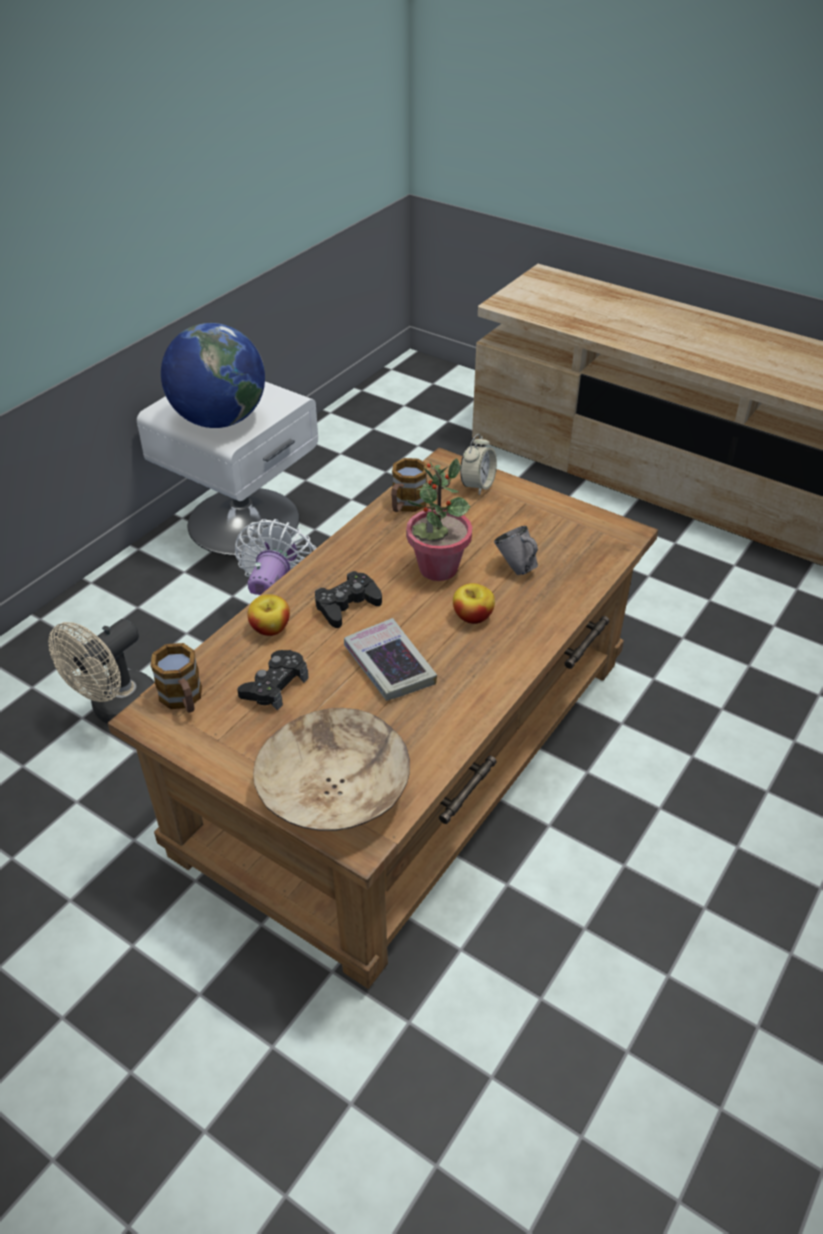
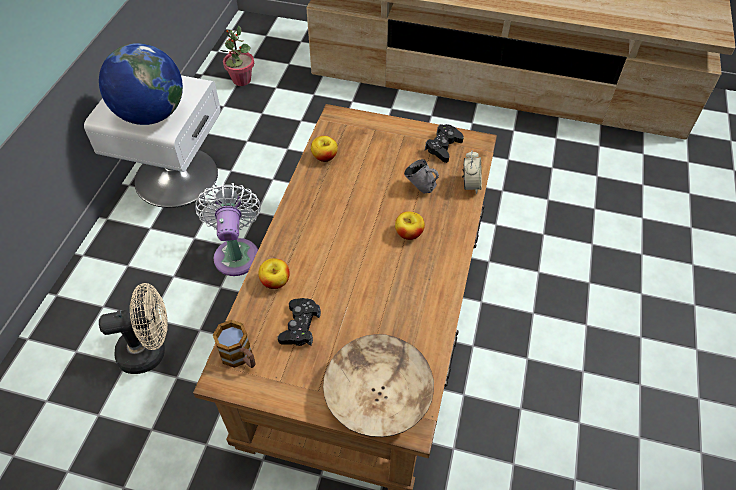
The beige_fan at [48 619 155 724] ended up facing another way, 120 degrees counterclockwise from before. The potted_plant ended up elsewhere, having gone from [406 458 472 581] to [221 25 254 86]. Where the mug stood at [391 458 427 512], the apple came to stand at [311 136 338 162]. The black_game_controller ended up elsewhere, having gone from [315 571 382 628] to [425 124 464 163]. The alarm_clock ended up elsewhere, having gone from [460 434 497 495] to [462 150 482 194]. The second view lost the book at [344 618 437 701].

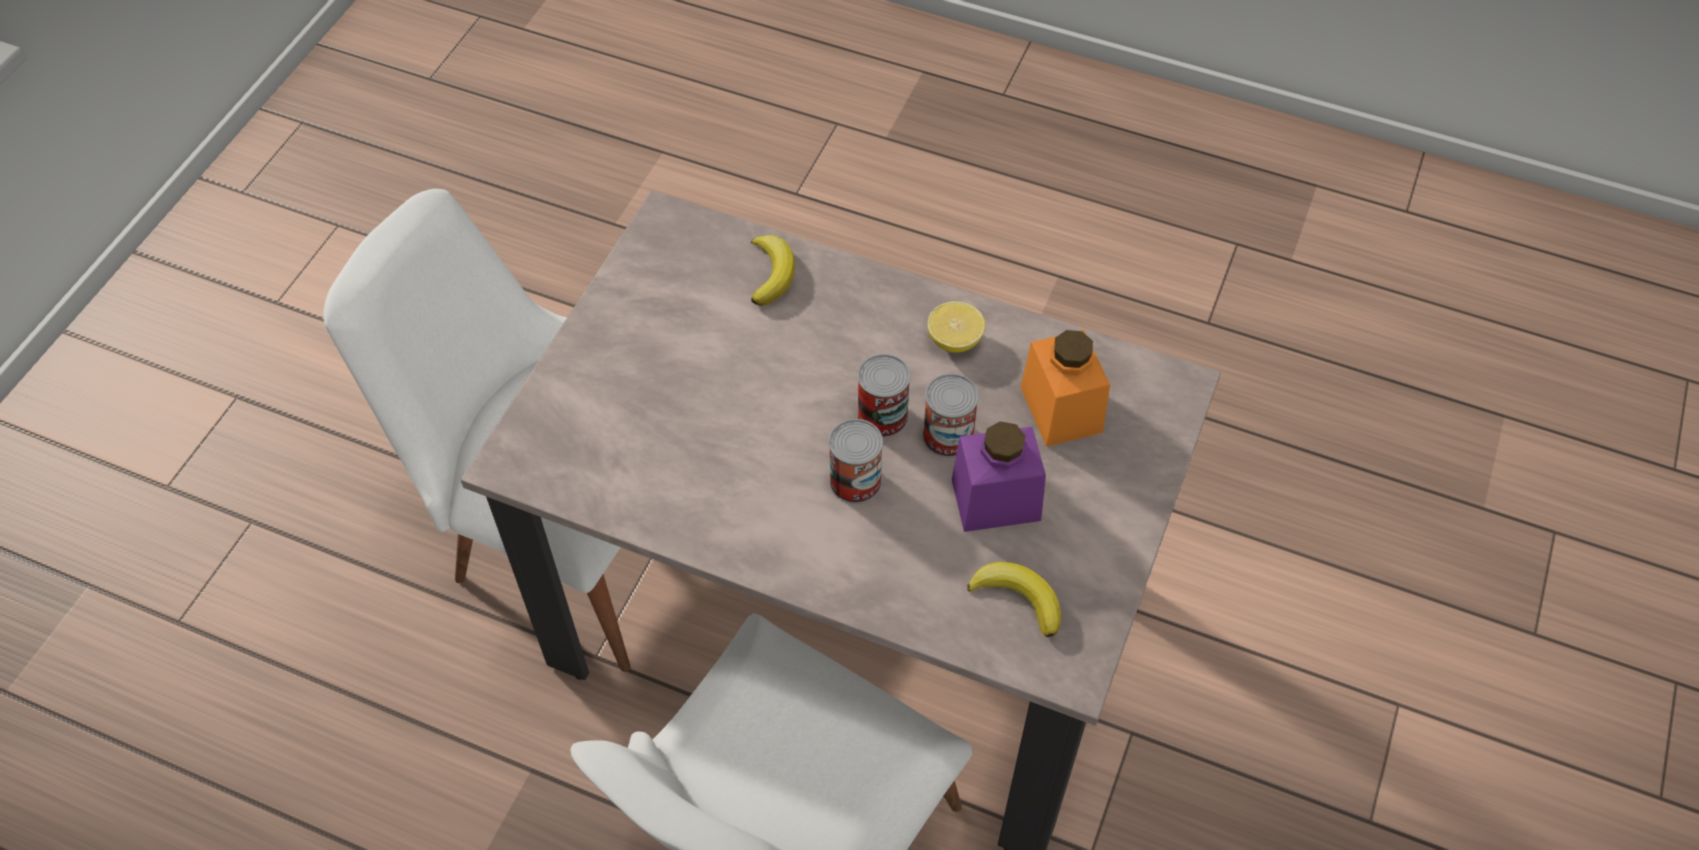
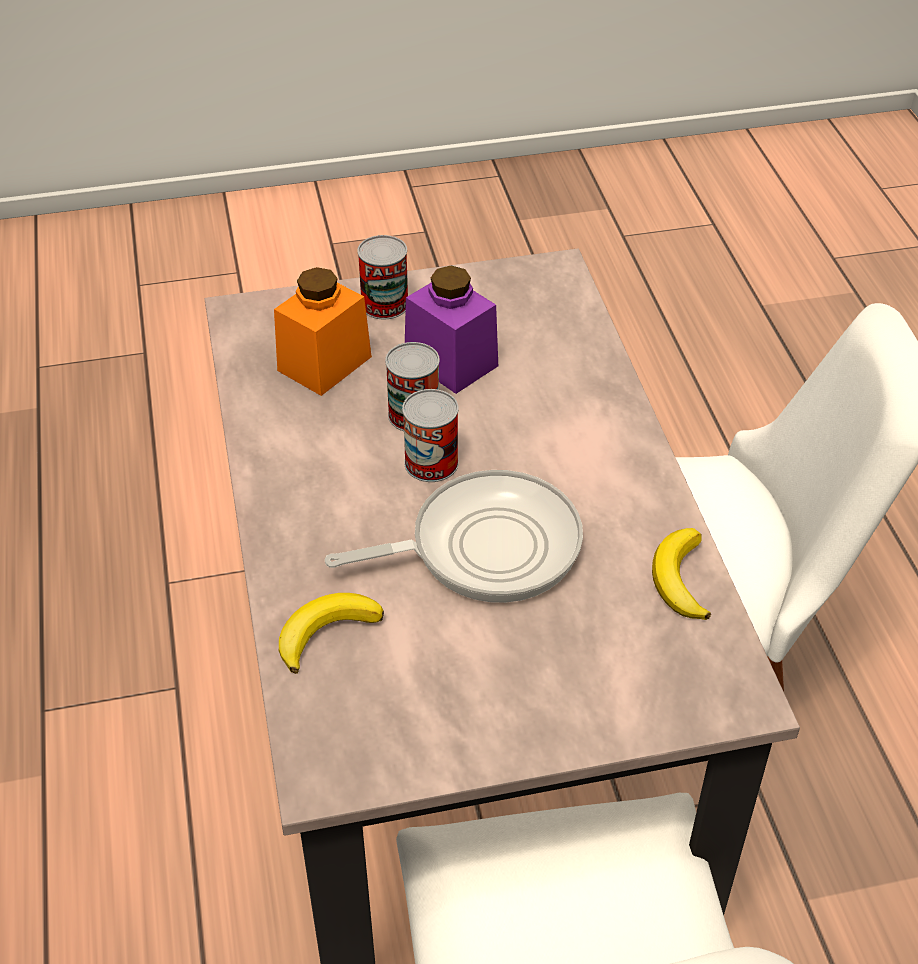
The second view gained the frying_pan at [325 470 583 603]. The can ended up elsewhere, having gone from [829 419 883 504] to [357 235 408 319]. The banana ended up elsewhere, having gone from [967 562 1061 637] to [652 528 711 620]. The second view lost the lemon at [927 301 985 353].

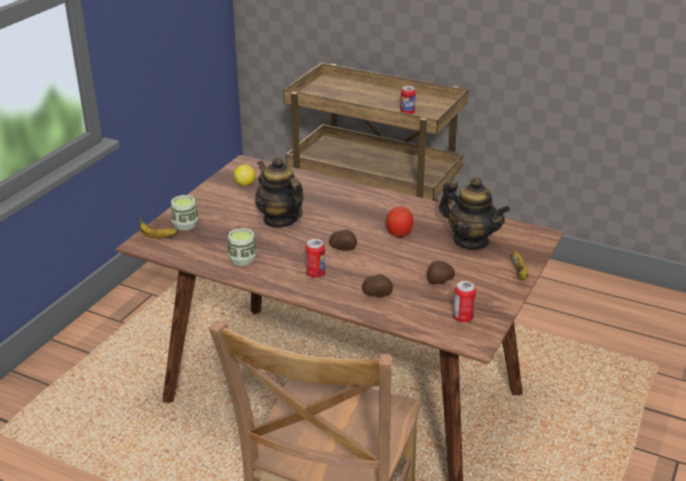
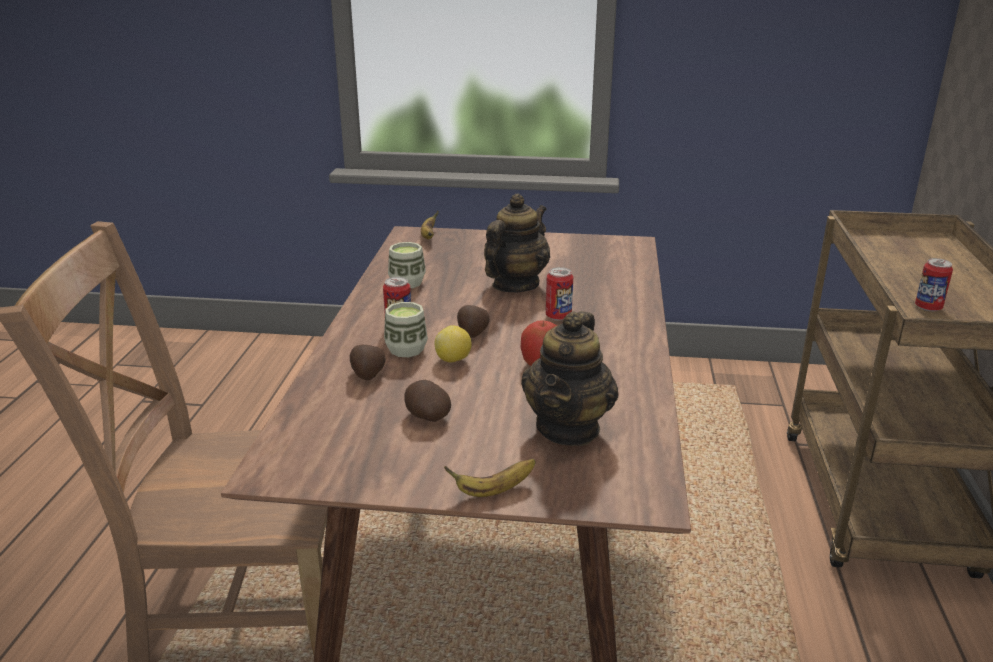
The cup ended up elsewhere, having gone from [171 195 199 231] to [384 302 428 357]. The lemon ended up elsewhere, having gone from [234 165 255 186] to [434 325 472 362]. The can ended up elsewhere, having gone from [453 281 476 322] to [546 267 573 321].

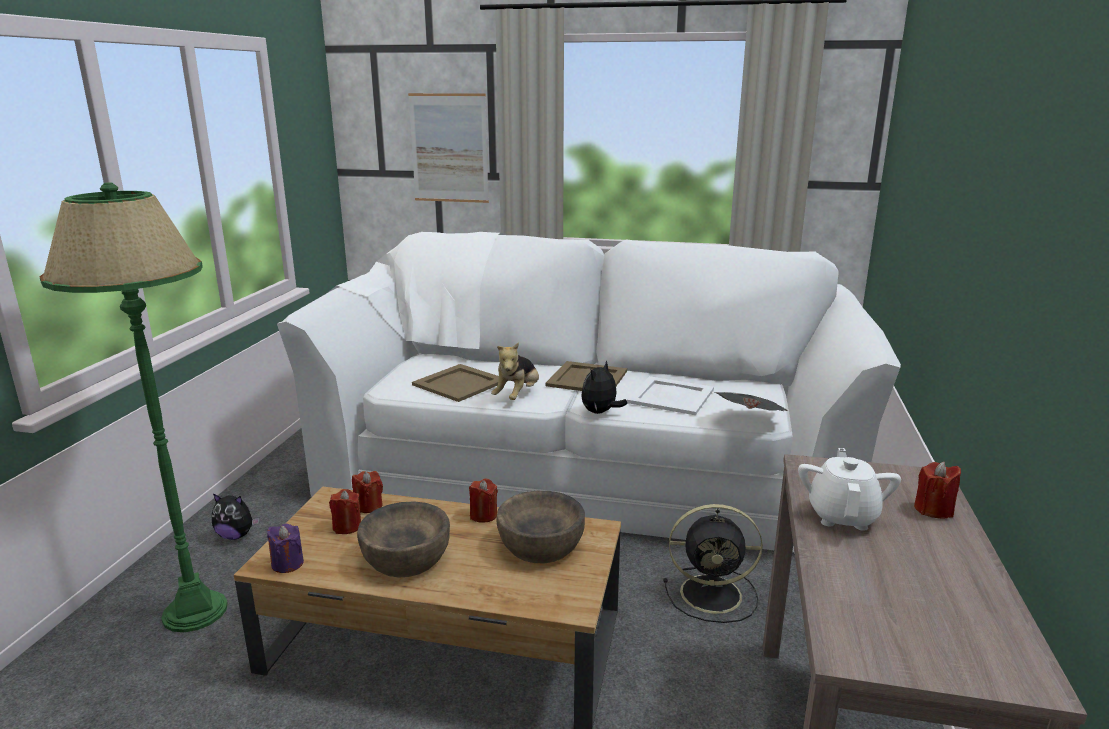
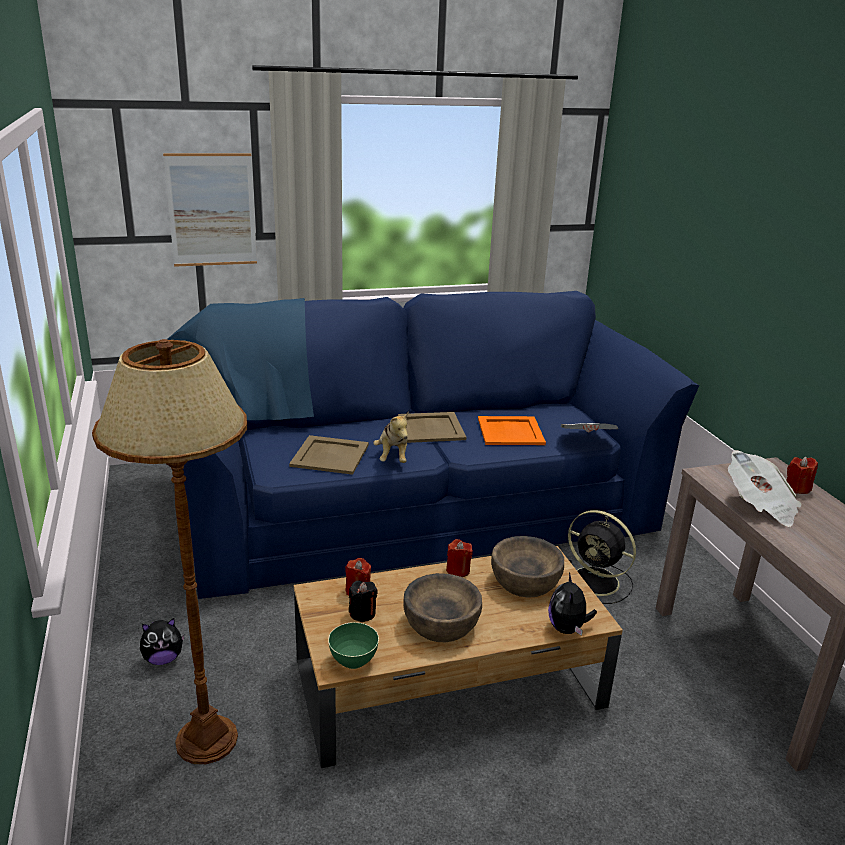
What was the green_floor_lamp at [40 183 228 632] turned into the brown_floor_lamp at [92 339 247 764]. What was the white_sofa at [277 232 901 553] turned into the blue_sofa at [167 291 699 599]. Where the purple_candle stood at [267 524 304 573], the green_bowl came to stand at [328 622 379 669]. What was the red_candle at [329 489 361 534] turned into the black_candle at [349 581 378 622]. What was the white_tray at [627 376 714 415] turned into the orange_tray at [478 416 546 445]. The plush_toy ended up elsewhere, having gone from [581 360 628 414] to [548 572 597 636]. The black_fan at [664 504 763 623] ended up facing another way, 60 degrees clockwise from before. Where the white_teapot stood at [798 448 901 531], the newspaper came to stand at [728 450 802 527].

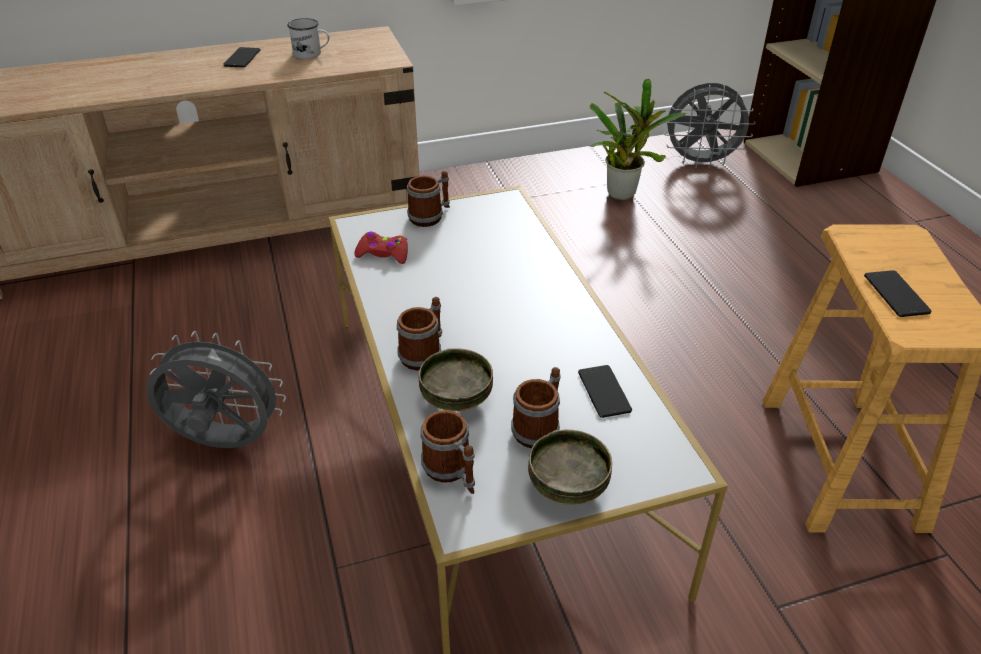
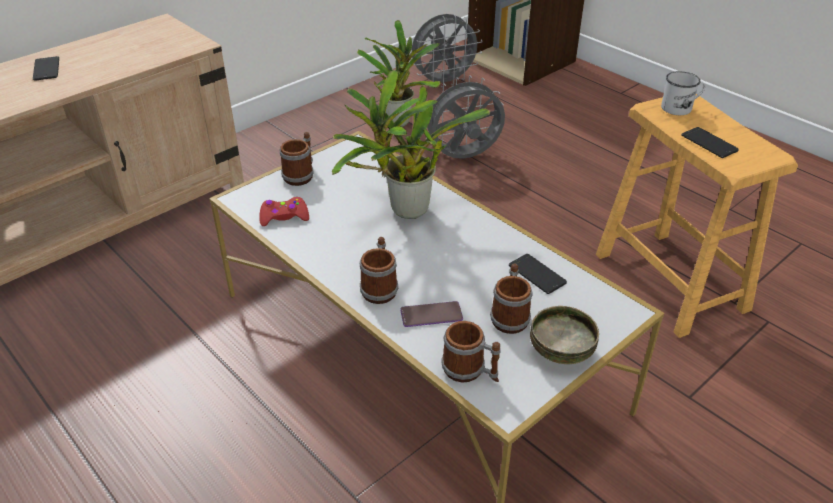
The second view gained the potted_plant at [332 70 490 219]. Where the bowl stood at [419 348 493 411], the phone came to stand at [400 301 463 327]. The grey_fan ended up elsewhere, having gone from [147 331 286 448] to [426 75 505 159]. The white_mug ended up elsewhere, having gone from [287 18 329 59] to [661 71 706 115].

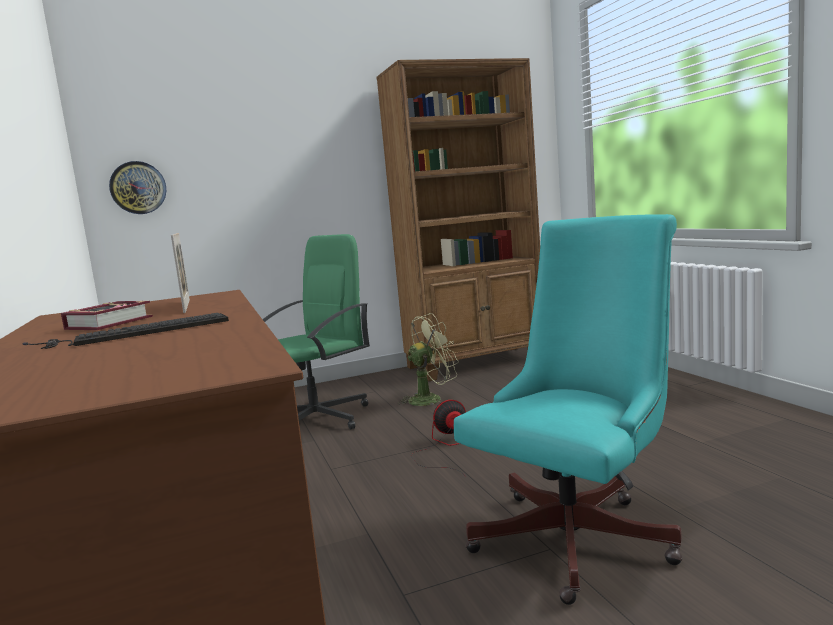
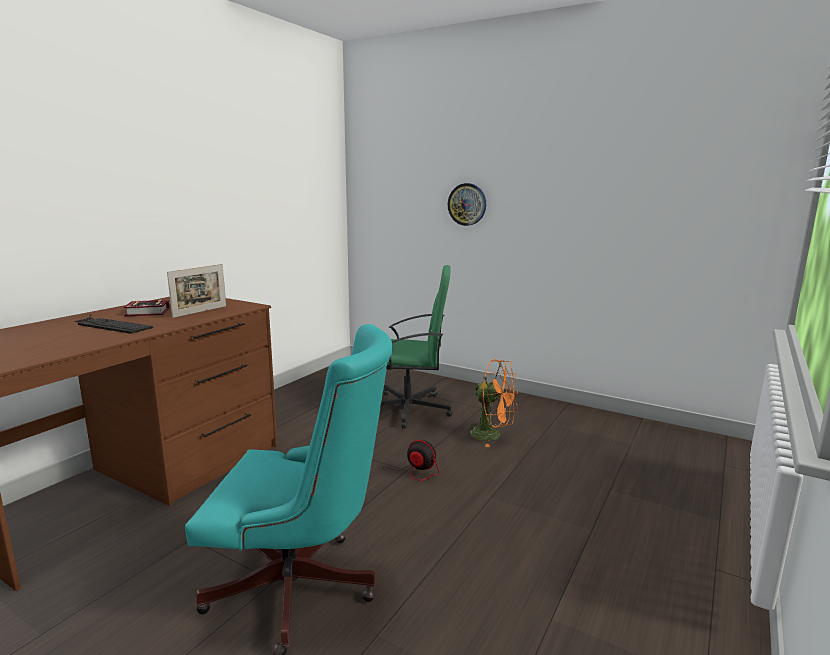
The wall_clock ended up elsewhere, having gone from [109 161 166 214] to [448 183 486 226]. What was the green_fan at [397 313 459 406] turned into the orange_fan at [466 359 519 447]. The second view lost the brown_bookcase at [376 58 540 381].

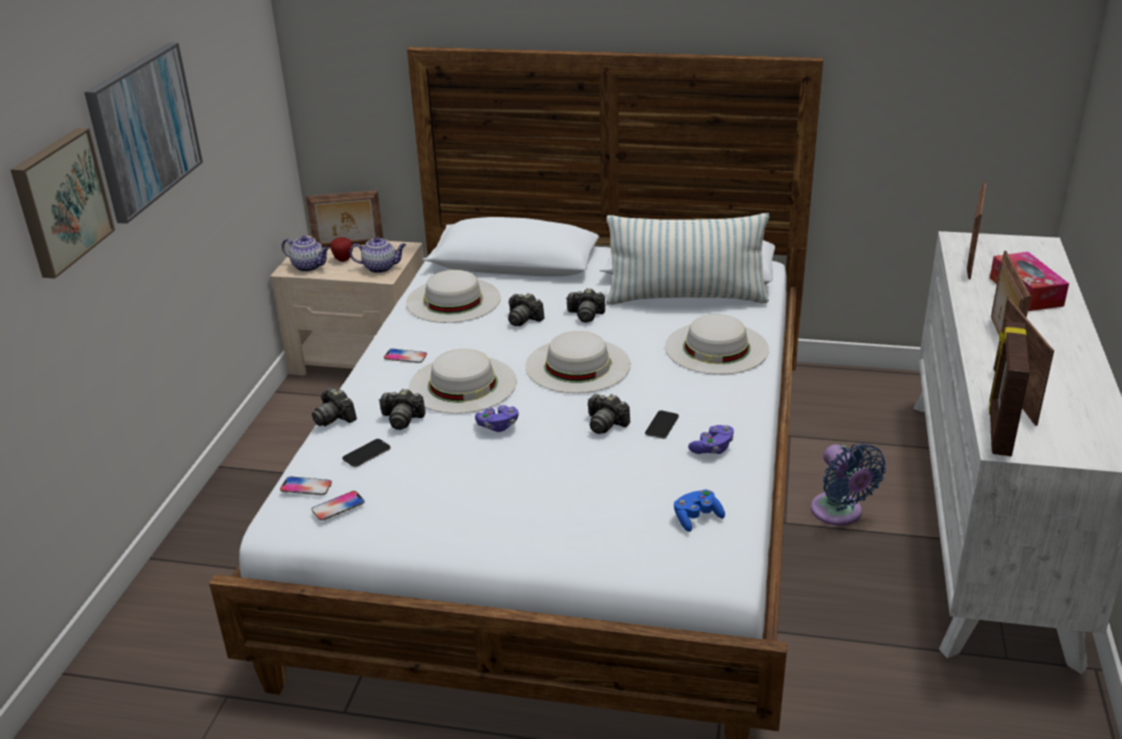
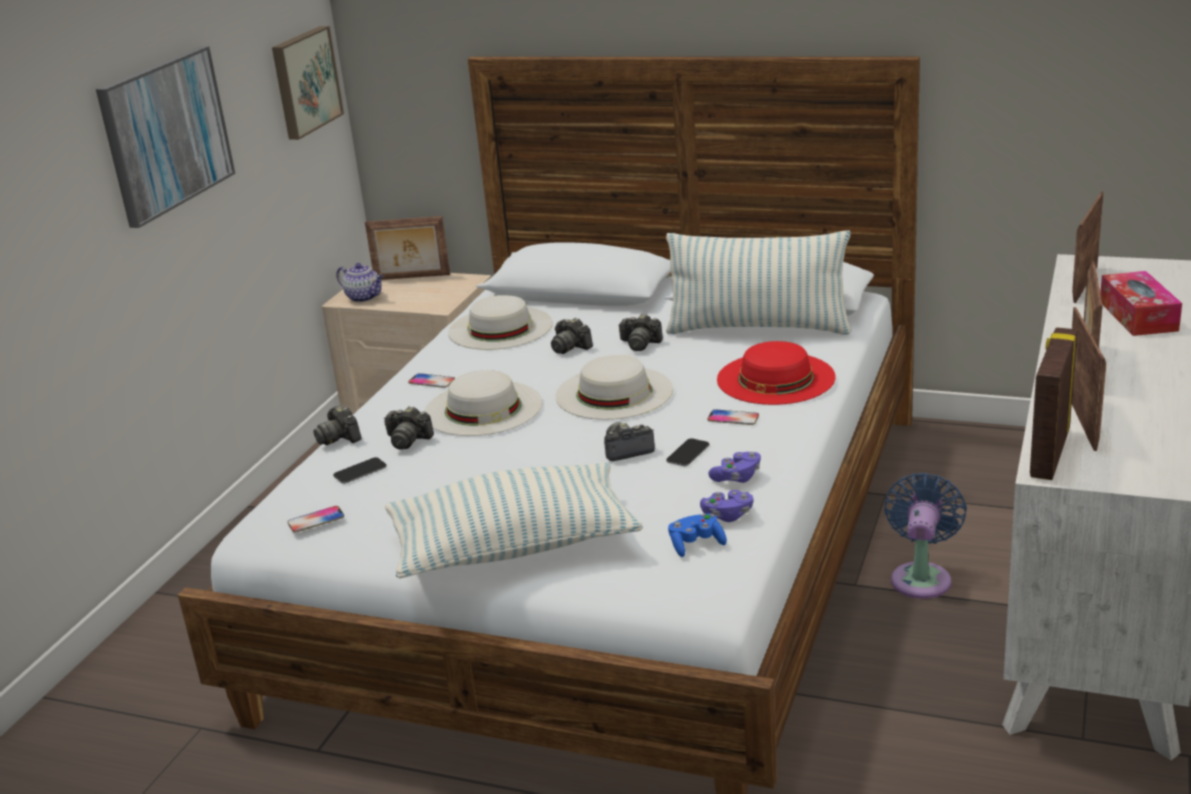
The picture ended up elsewhere, having gone from [11 128 115 279] to [272 26 344 140]. The second view gained the pillow at [385 462 643 578]. The photo_camera at [588 394 630 434] ended up facing another way, 120 degrees clockwise from before. The purple_game_controller ended up elsewhere, having gone from [475 405 519 432] to [700 490 753 522]. The phone ended up elsewhere, having gone from [280 477 332 495] to [708 409 759 425]. What was the white_hat at [665 314 769 375] turned into the red_hat at [717 341 836 405]. The blue_fan at [811 443 886 526] ended up facing another way, 150 degrees counterclockwise from before. The second view lost the apple at [330 237 353 262]. The second view lost the teapot at [350 237 406 273].

